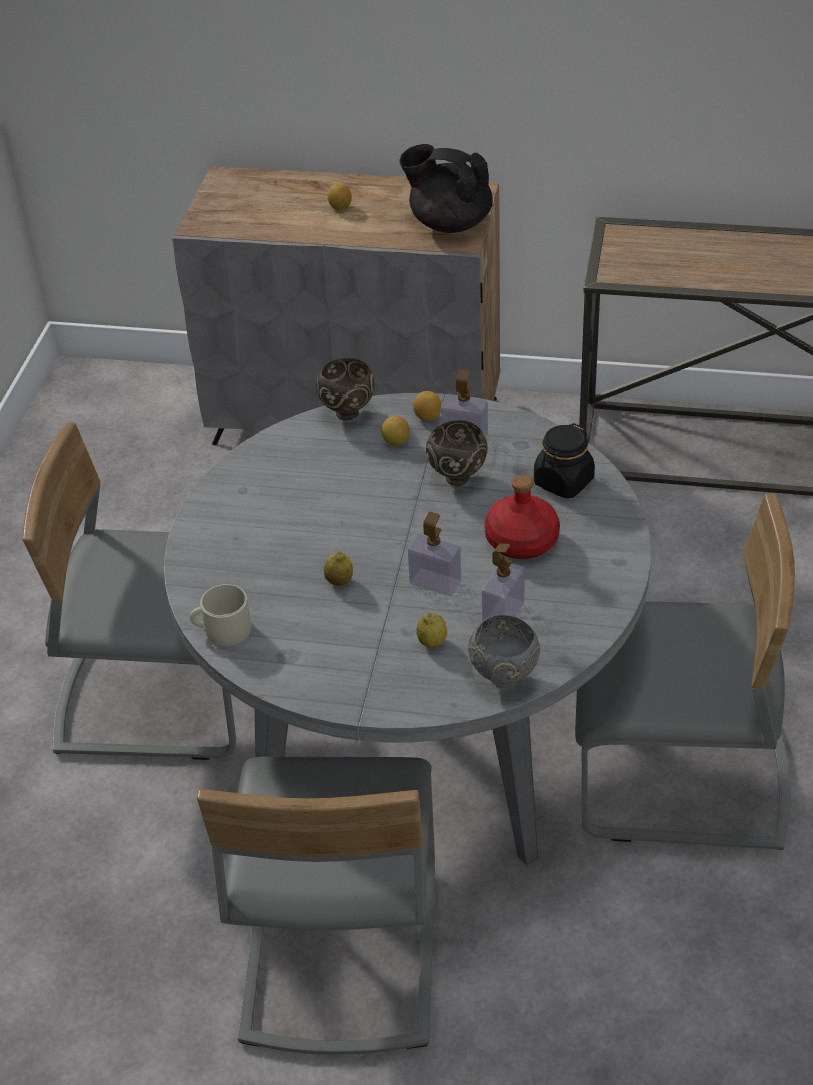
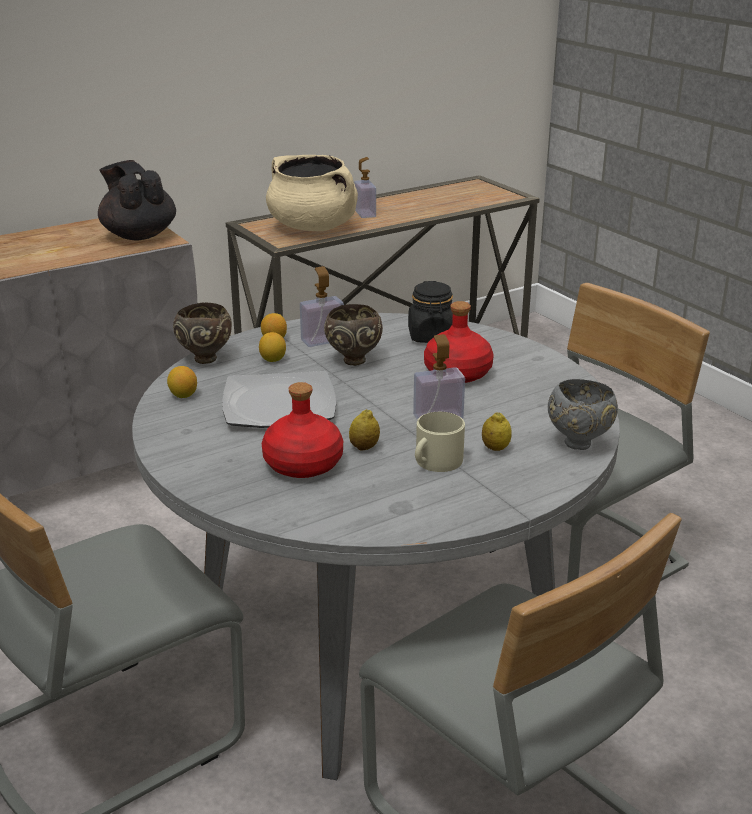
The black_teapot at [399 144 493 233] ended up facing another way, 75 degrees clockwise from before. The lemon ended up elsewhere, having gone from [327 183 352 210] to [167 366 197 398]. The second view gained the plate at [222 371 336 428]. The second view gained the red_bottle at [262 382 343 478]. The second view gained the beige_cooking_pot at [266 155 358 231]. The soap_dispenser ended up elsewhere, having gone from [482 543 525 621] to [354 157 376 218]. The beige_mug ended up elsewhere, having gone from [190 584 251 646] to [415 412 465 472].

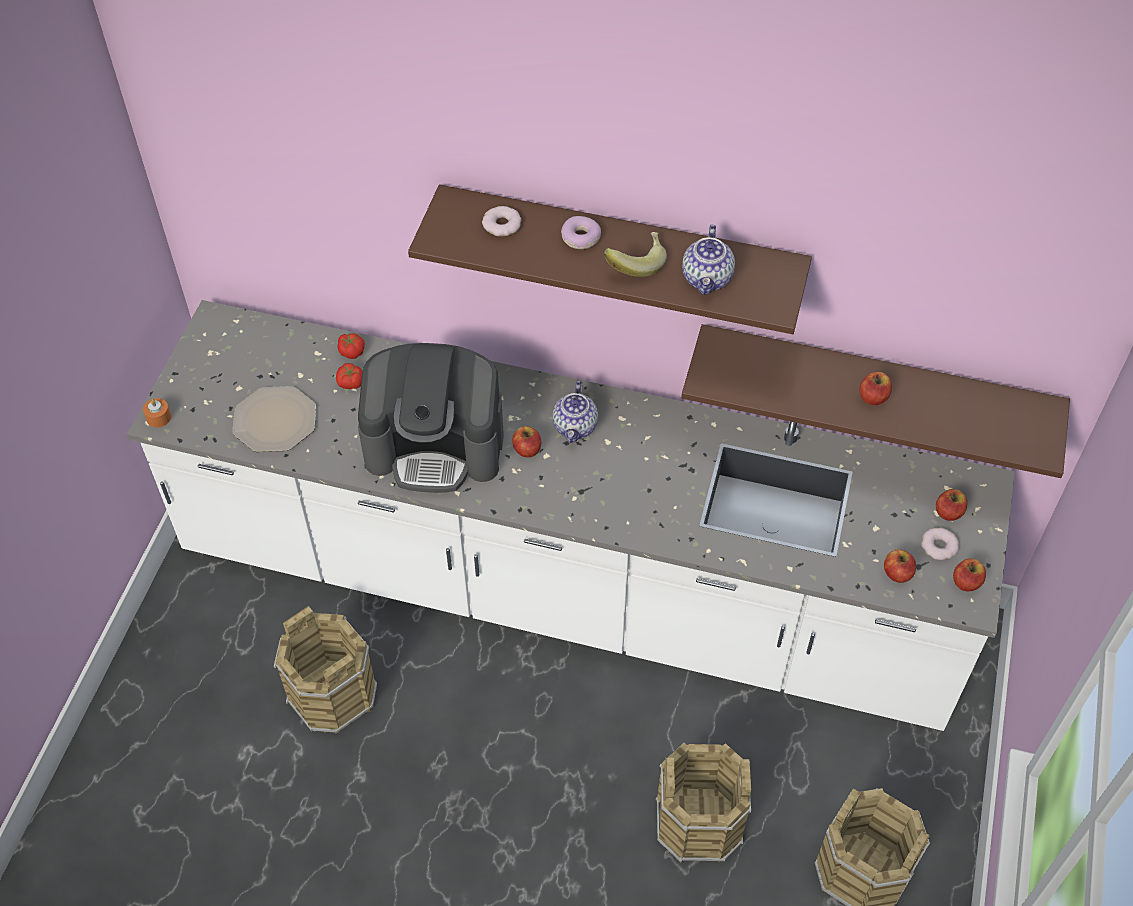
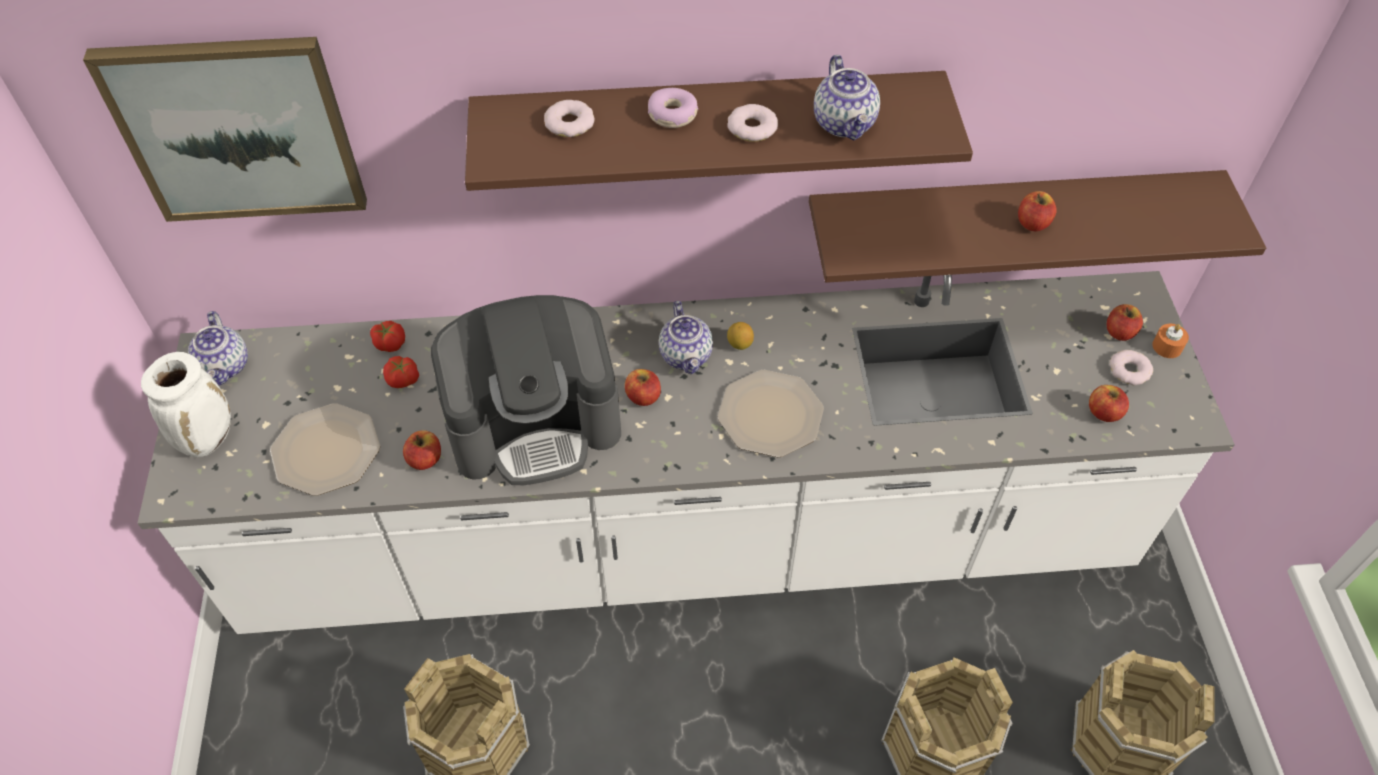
The second view gained the picture at [83 37 367 222]. The second view gained the white_vase at [141 352 231 457]. The second view gained the teapot at [188 311 248 385]. The apple ended up elsewhere, having gone from [953 559 986 591] to [403 430 441 470]. The second view gained the plate at [718 370 824 457]. Where the banana stood at [604 232 667 277], the donut came to stand at [727 104 778 142]. The second view gained the lemon at [727 322 754 350]. The orange_candle ended up elsewhere, having gone from [143 398 171 428] to [1152 324 1189 358].

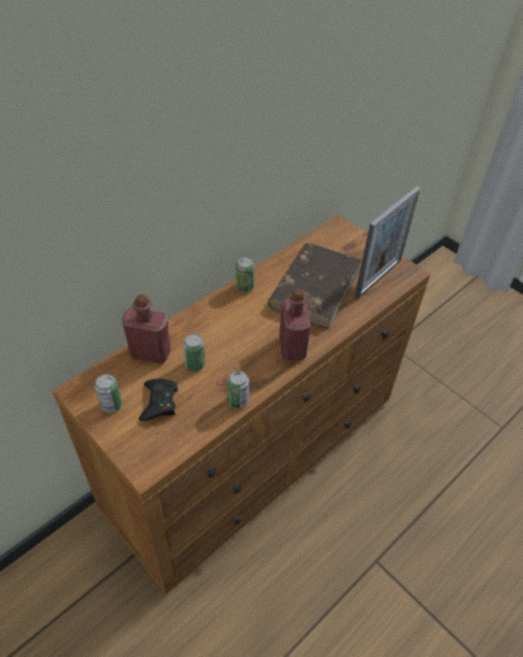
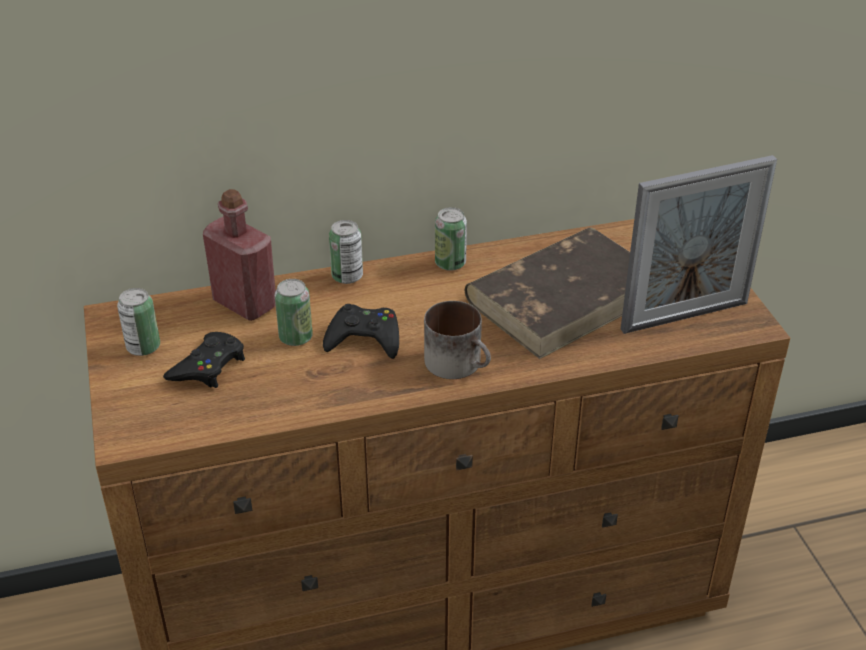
The second view gained the black_game_controller at [323 304 399 359]. The can ended up elsewhere, having gone from [227 370 249 409] to [329 220 363 284]. Where the red_bottle stood at [279 289 311 360], the mug came to stand at [424 301 491 379].

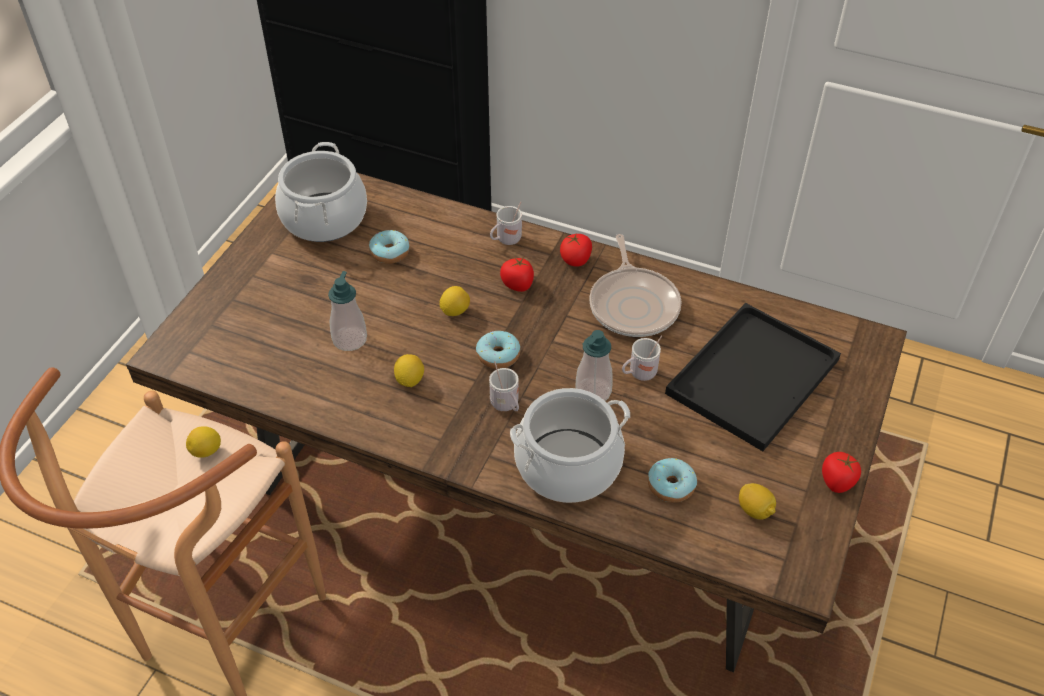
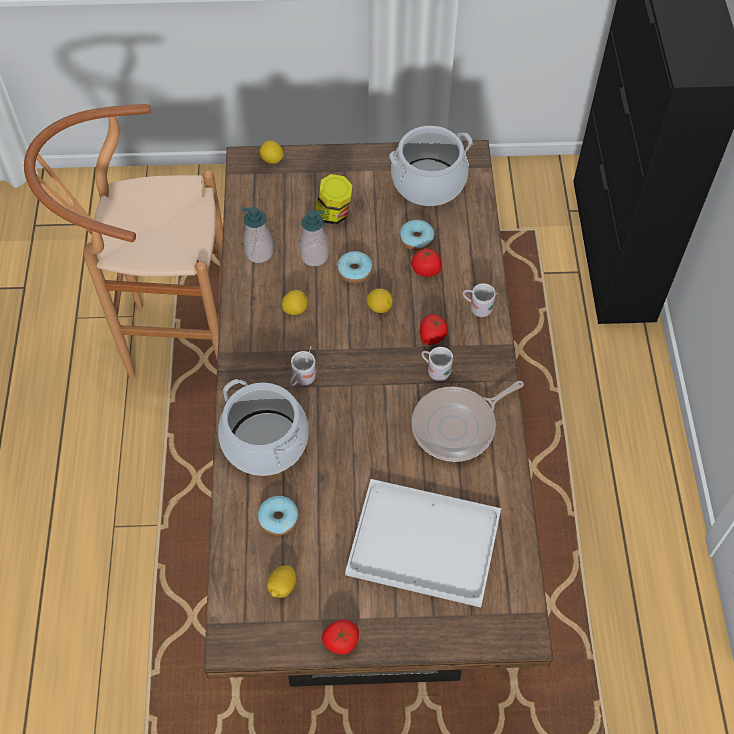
The soap_dispenser ended up elsewhere, having gone from [575 330 612 401] to [242 207 273 263]. The lemon ended up elsewhere, having gone from [186 426 221 458] to [259 140 284 164]. The second view gained the jar at [315 174 353 225]. The donut ended up elsewhere, having gone from [476 331 520 369] to [337 251 373 283]. What was the black_tray at [665 303 841 451] turned into the white_tray at [345 479 501 607]. The tomato ended up elsewhere, having gone from [560 234 592 267] to [411 249 442 277]. The white_mug ended up elsewhere, having gone from [622 336 662 381] to [421 347 454 381].

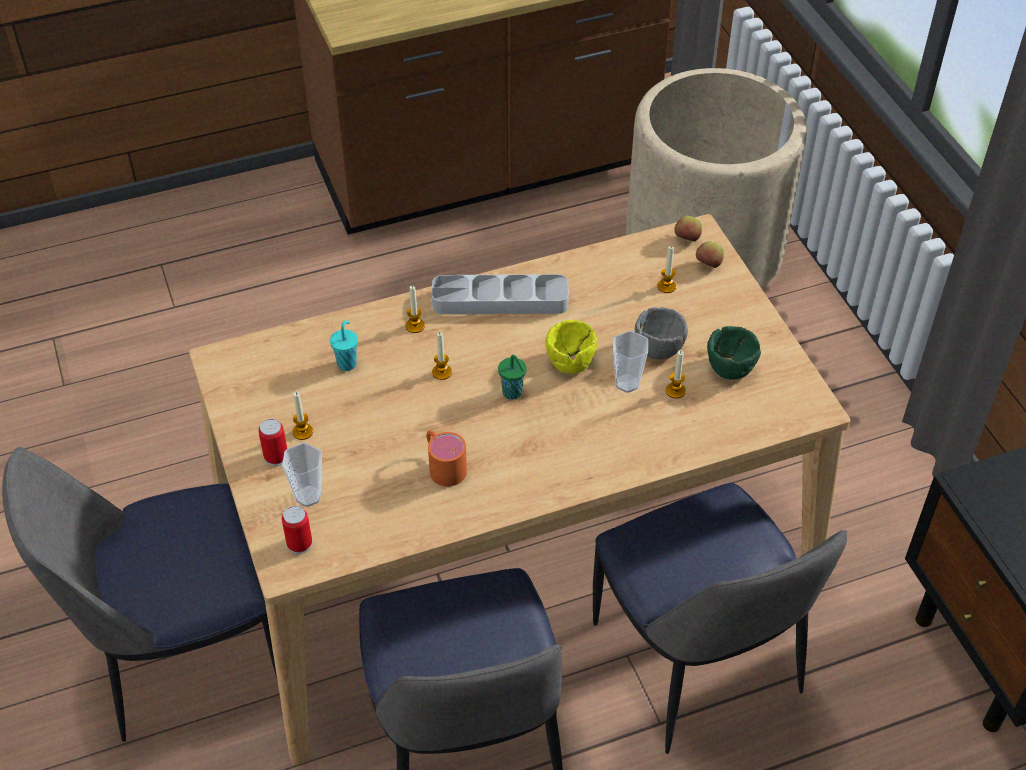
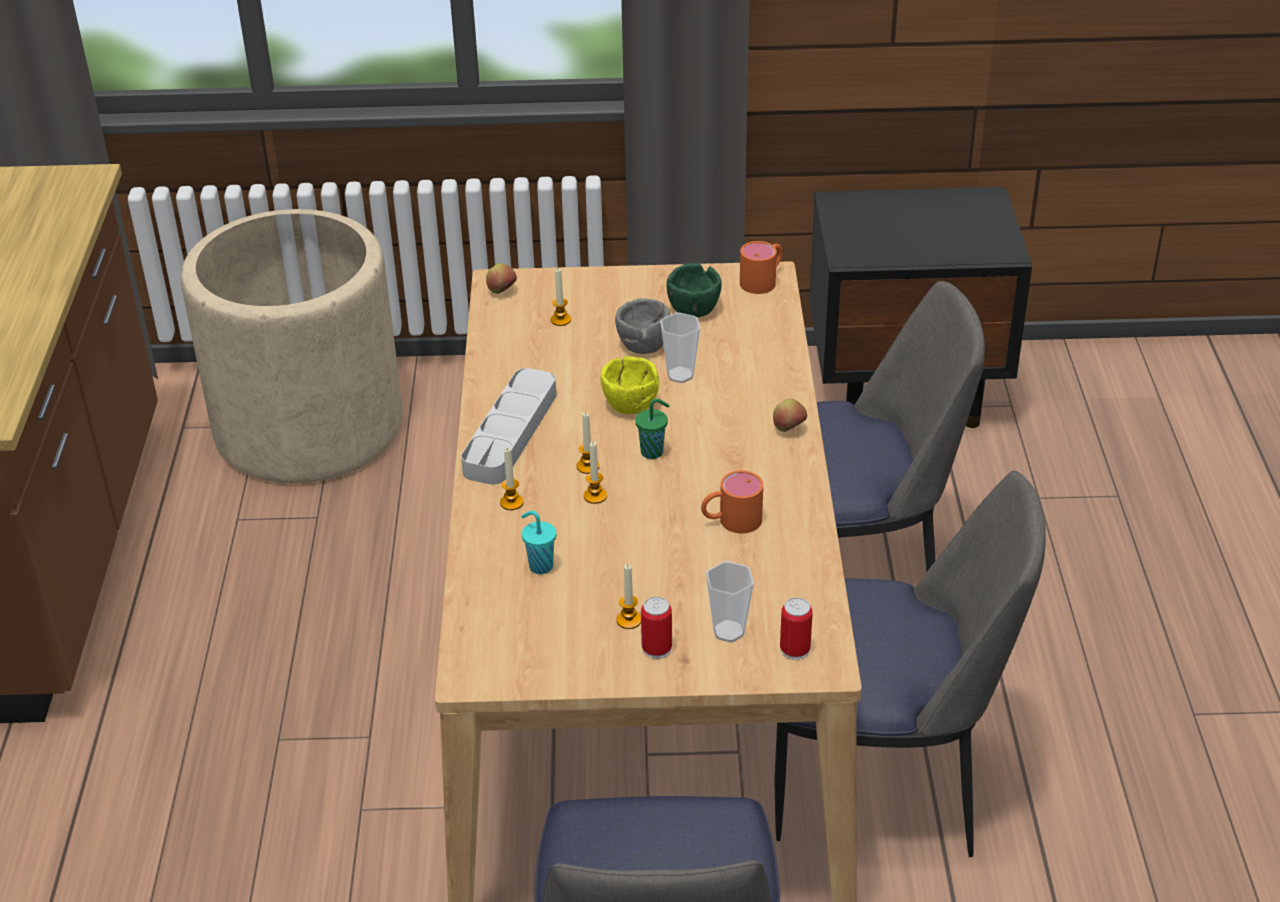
The candle ended up elsewhere, having gone from [666 350 686 399] to [576 412 600 474]. The second view gained the orange_mug at [740 241 782 294]. The apple ended up elsewhere, having gone from [696 241 724 268] to [773 399 807 432].

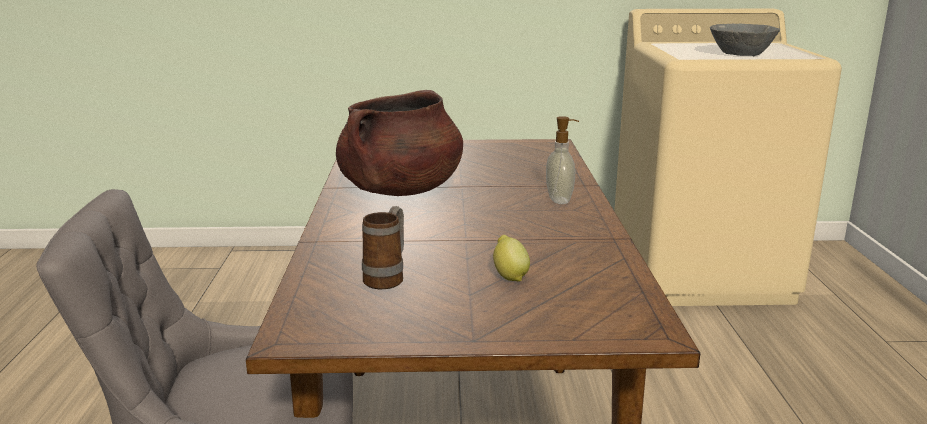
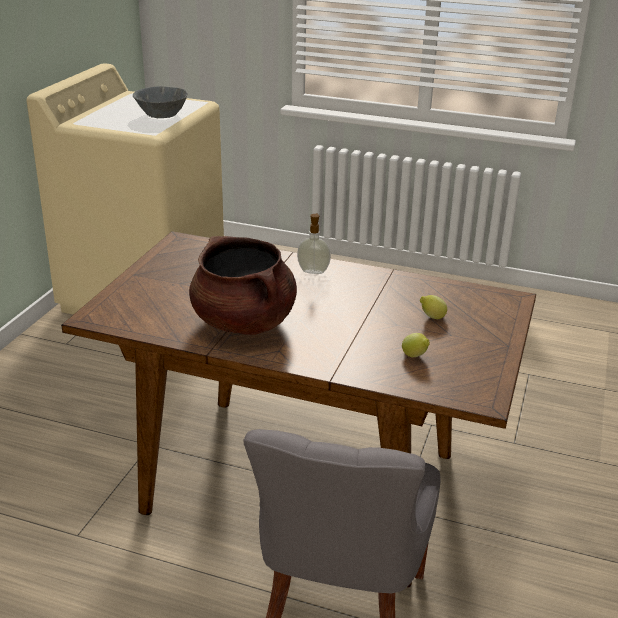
Where the mug stood at [362 206 404 289], the lemon came to stand at [402 333 430 357].

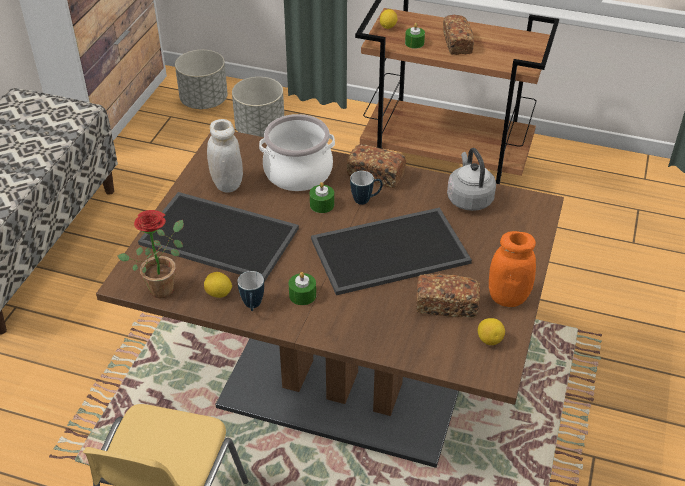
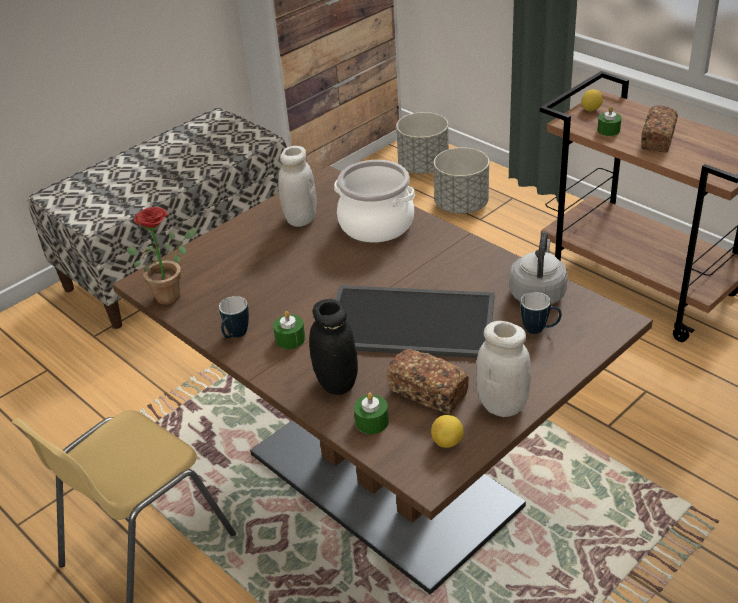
The second view gained the black_jar at [309 299 358 395]. The green_candle ended up elsewhere, having gone from [310 182 334 213] to [354 393 389 434]. What was the orange_jar at [489 231 536 307] turned into the white_jar at [476 321 531 417]. The mug ended up elsewhere, having gone from [350 171 383 205] to [521 292 562 334]. The second view lost the tray at [138 192 299 282]. The second view lost the lemon at [204 272 232 298]. The second view lost the bread at [347 144 406 188].

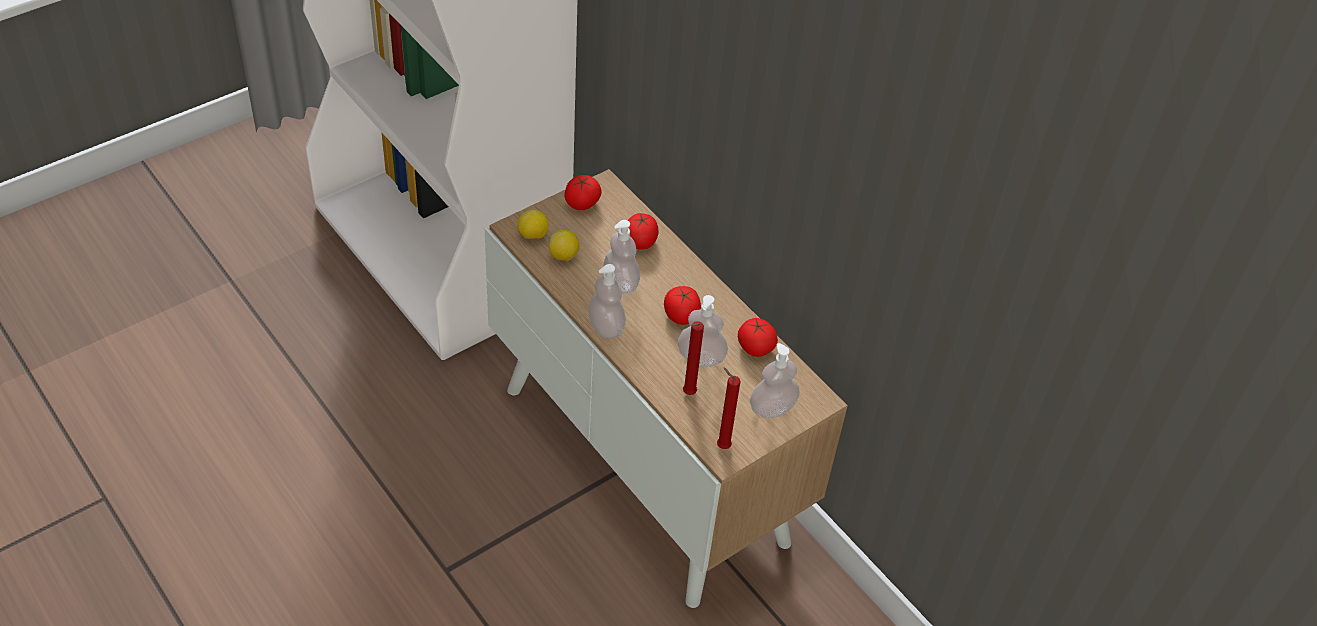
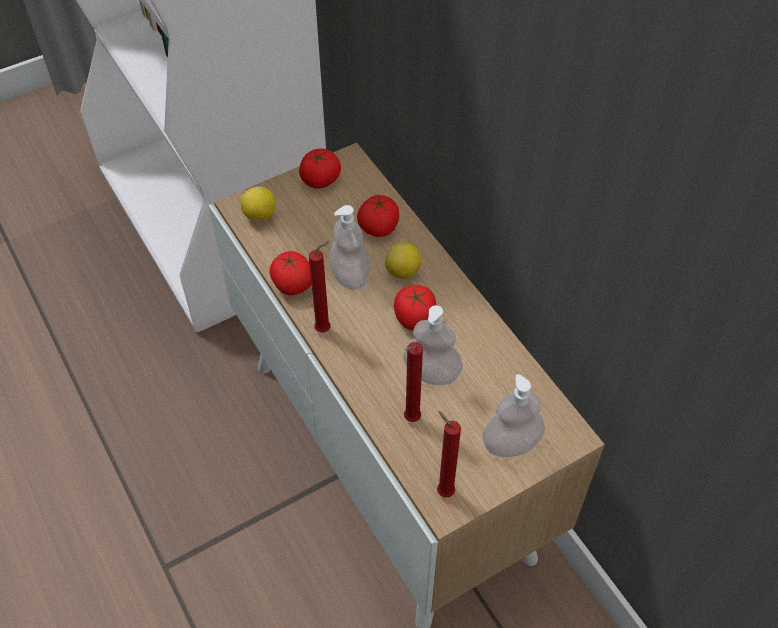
The tomato ended up elsewhere, having gone from [738 318 778 357] to [270 251 312 295]. Where the soap_dispenser stood at [588 264 626 339], the red_candle came to stand at [309 241 331 333]. The lemon ended up elsewhere, having gone from [548 230 579 261] to [385 242 421 279].

